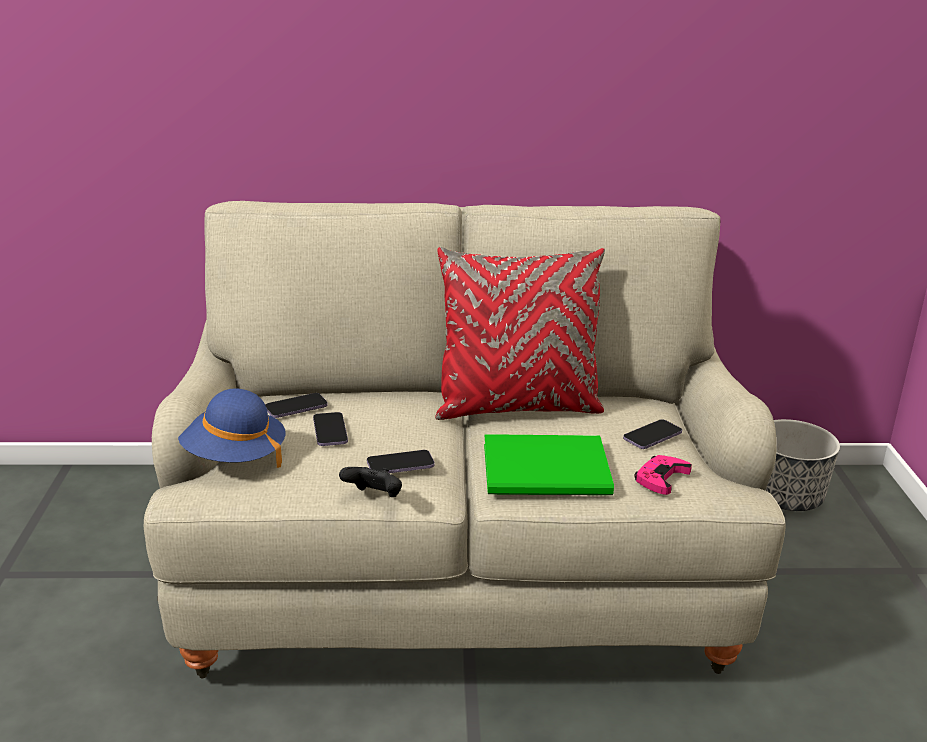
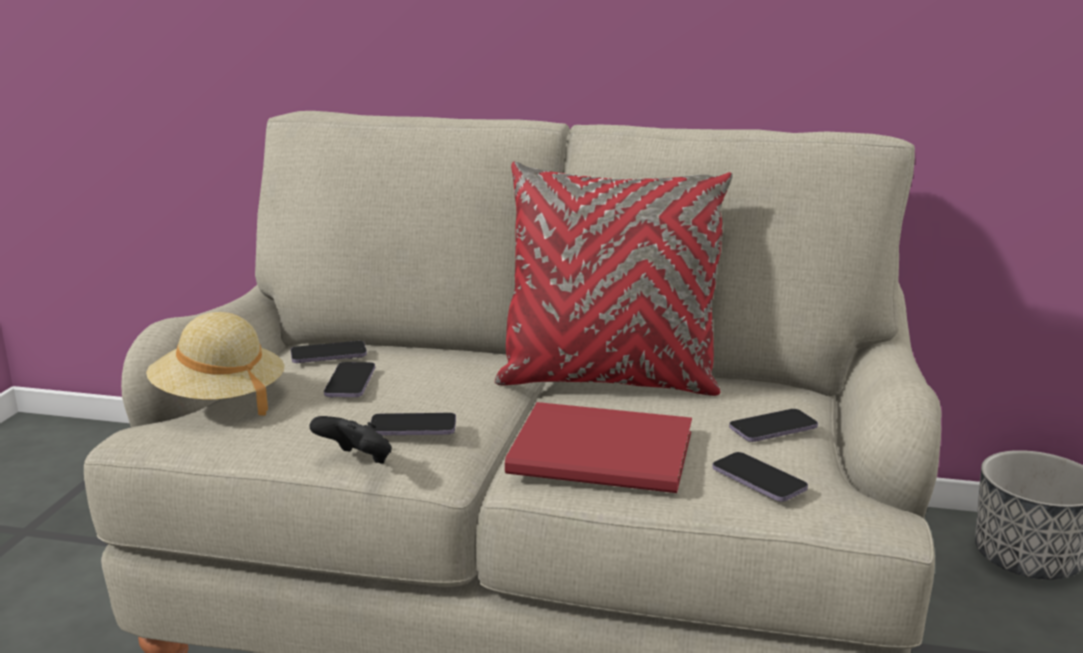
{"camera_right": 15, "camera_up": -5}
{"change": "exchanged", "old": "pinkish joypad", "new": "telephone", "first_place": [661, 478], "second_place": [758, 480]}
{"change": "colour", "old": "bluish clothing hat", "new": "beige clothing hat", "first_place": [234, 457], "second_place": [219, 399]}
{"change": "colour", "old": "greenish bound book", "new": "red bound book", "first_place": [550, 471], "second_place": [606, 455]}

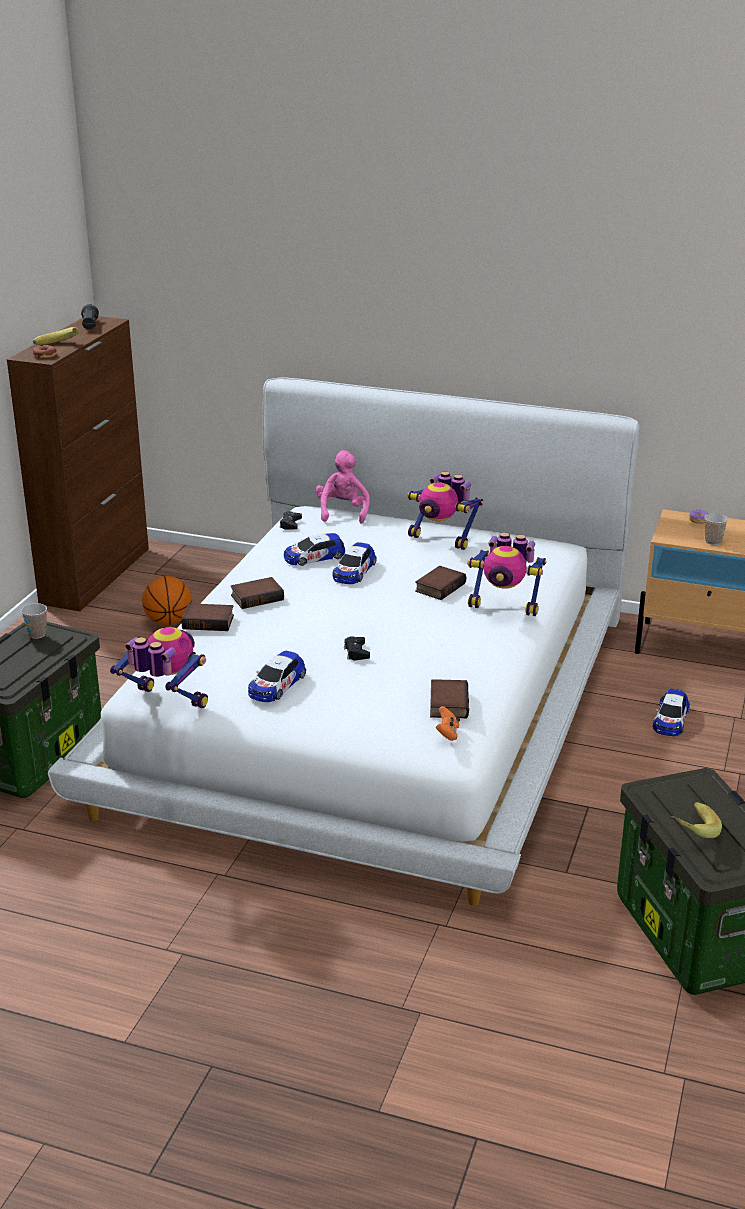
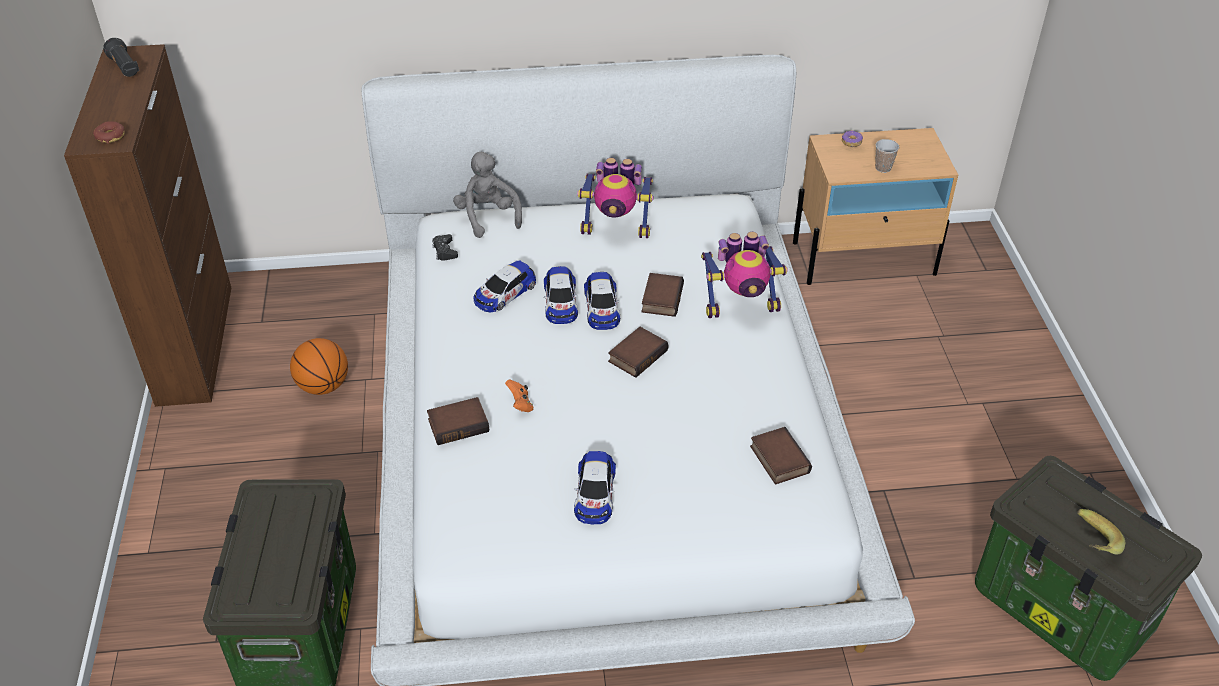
{"camera_right": -25, "camera_up": 15}
{"change": "missing", "old": "cup", "first_place": [37, 634]}
{"change": "missing", "old": "whole banana", "first_place": [59, 346]}
{"change": "missing", "old": "toy robot", "first_place": [166, 703]}
{"change": "missing", "old": "blackish joypad", "first_place": [356, 652]}
{"change": "relocated", "old": "bound book", "first_place": [257, 597], "second_place": [637, 355]}
{"change": "relocated", "old": "orange-coloured joypad", "first_place": [447, 733], "second_place": [520, 404]}
{"change": "relocated", "old": "model car", "first_place": [670, 719], "second_place": [602, 307]}
{"change": "colour", "old": "pinkish plush toy", "new": "greyish plush toy", "first_place": [343, 512], "second_place": [487, 217]}

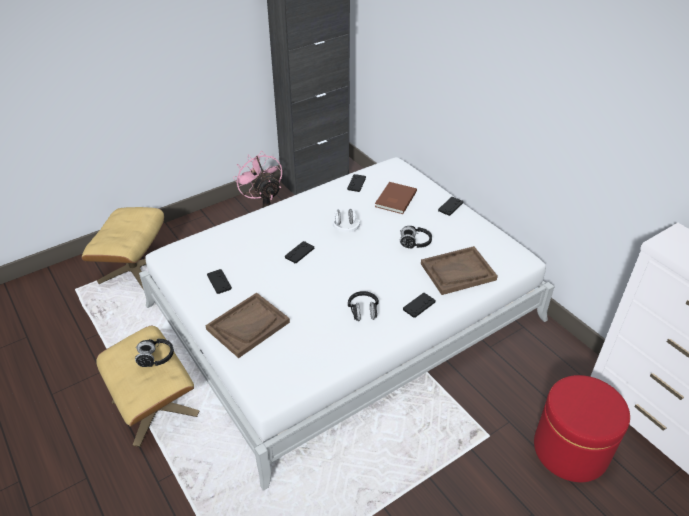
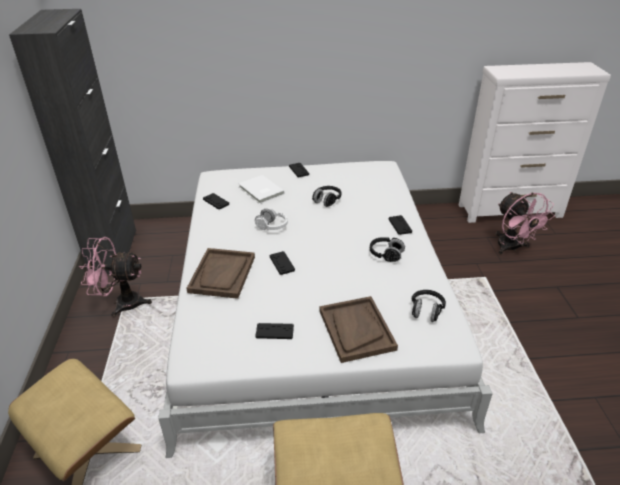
{"camera_right": -60, "camera_up": -5}
{"change": "relocated", "old": "blackish headset", "first_place": [156, 358], "second_place": [426, 311]}
{"change": "relocated", "old": "brownish serving tray", "first_place": [458, 272], "second_place": [222, 274]}
{"change": "exchanged", "old": "red footrest", "new": "pinkish fan", "first_place": [570, 450], "second_place": [512, 248]}
{"change": "colour", "old": "brownish bound book", "new": "whitish bound book", "first_place": [394, 199], "second_place": [260, 191]}

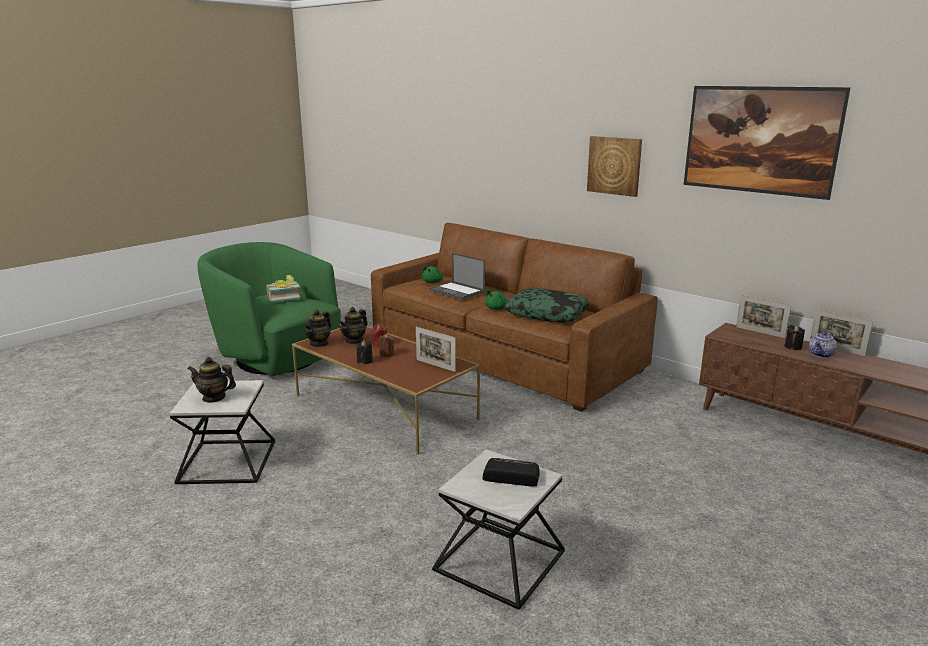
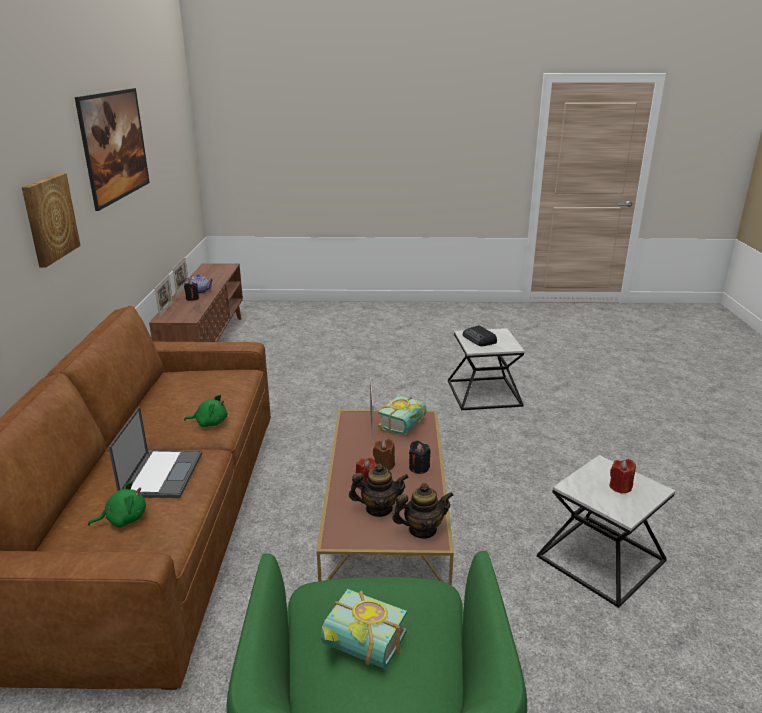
{"camera_right": -130, "camera_up": 5}
{"change": "missing", "old": "cushion", "first_place": [547, 314]}
{"change": "appeared", "new": "bound book", "second_place": [406, 426]}
{"change": "exchanged", "old": "tea pot", "new": "red wax candle", "first_place": [214, 397], "second_place": [620, 487]}

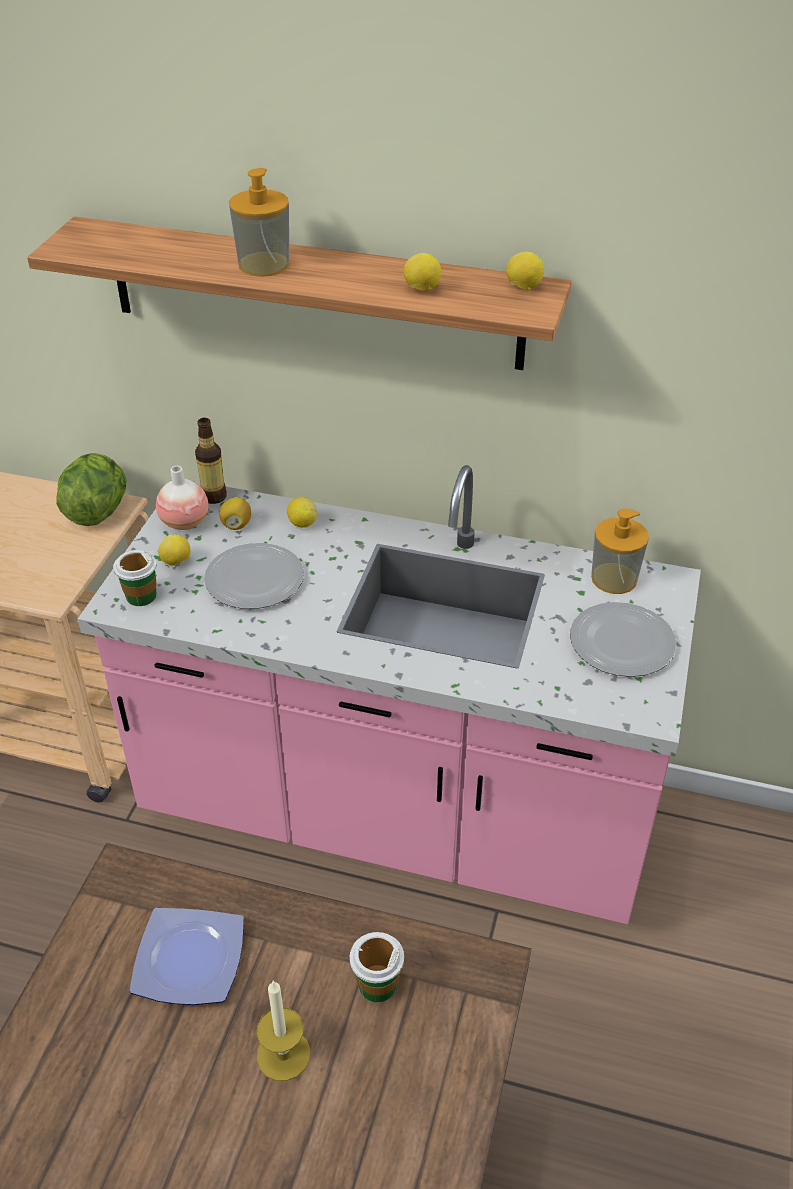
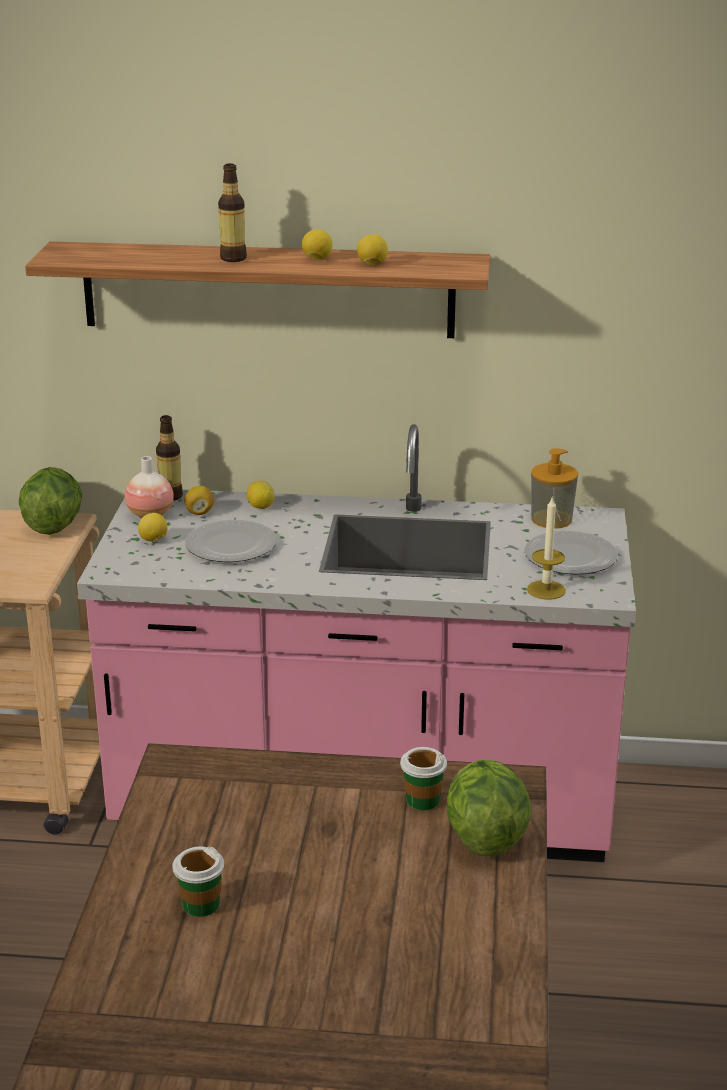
{"camera_right": -10, "camera_up": -15}
{"change": "missing", "old": "plate", "first_place": [191, 962]}
{"change": "appeared", "new": "lettuce", "second_place": [484, 836]}
{"change": "relocated", "old": "cup", "first_place": [141, 596], "second_place": [200, 904]}
{"change": "relocated", "old": "wax candle", "first_place": [283, 1054], "second_place": [546, 590]}
{"change": "relocated", "old": "lemon", "first_place": [523, 288], "second_place": [317, 259]}
{"change": "exchanged", "old": "soap dispenser", "new": "drink bottle", "first_place": [264, 264], "second_place": [233, 258]}

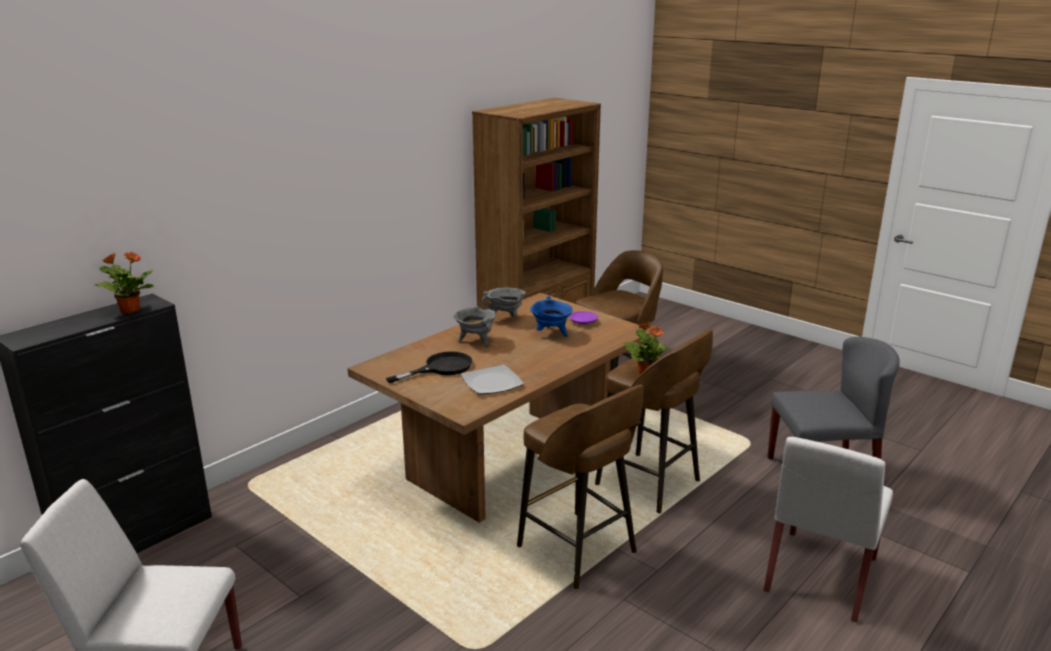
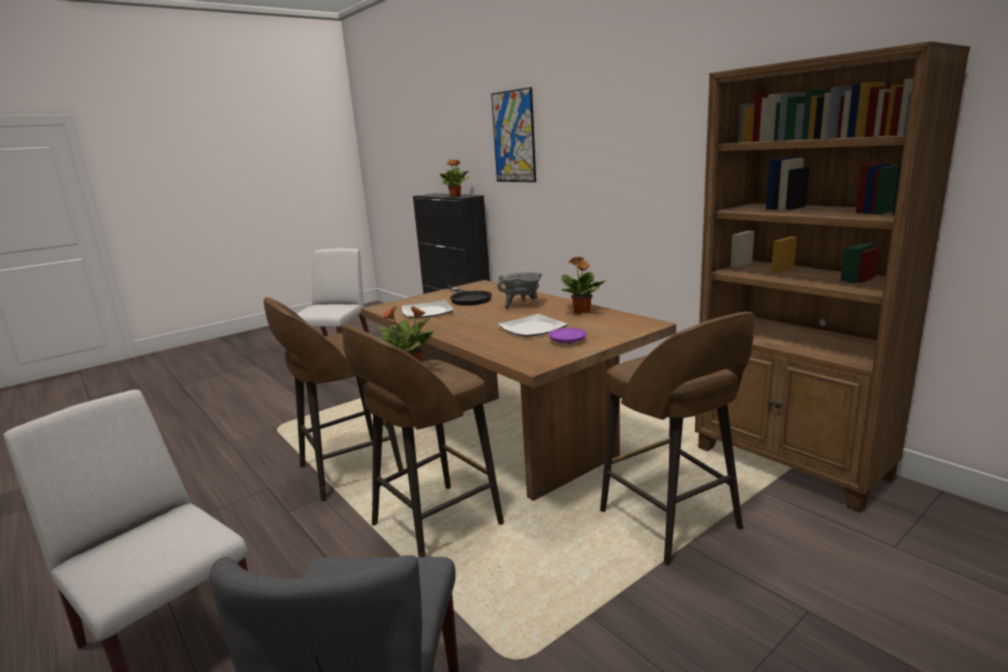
{"camera_right": 100, "camera_up": -5}
{"change": "appeared", "new": "wall art", "second_place": [514, 137]}
{"change": "exchanged", "old": "greyish saucepot", "new": "potted plant", "first_place": [505, 318], "second_place": [582, 312]}
{"change": "exchanged", "old": "bluish saucepot", "new": "plate", "first_place": [551, 334], "second_place": [532, 328]}

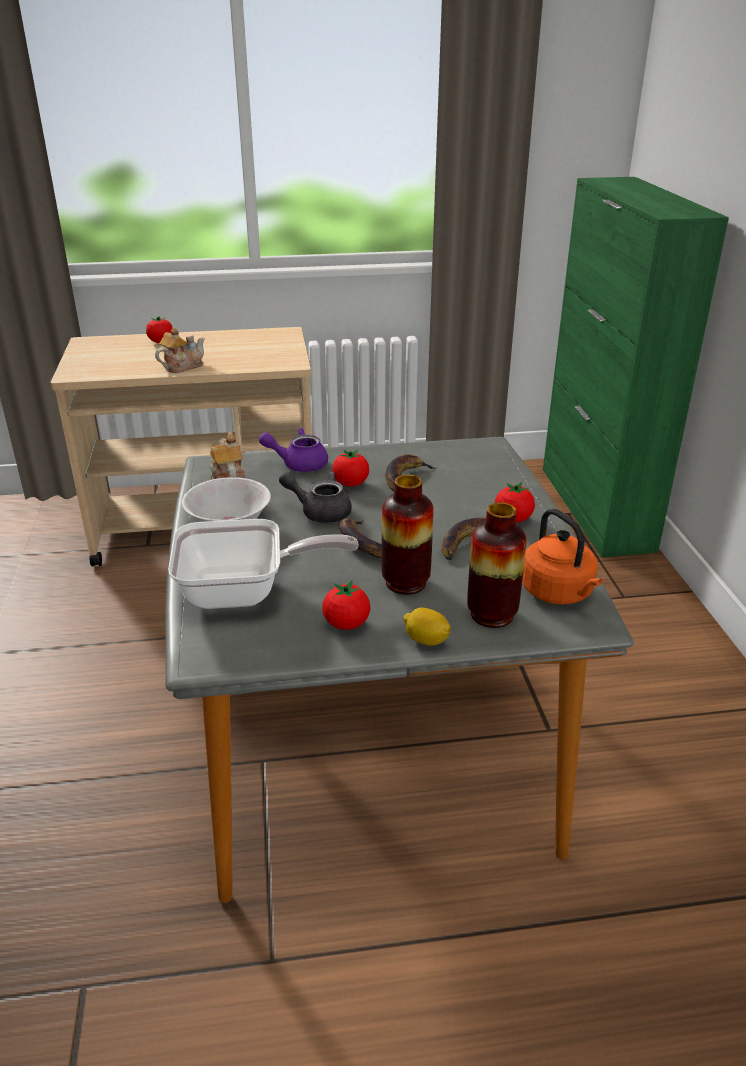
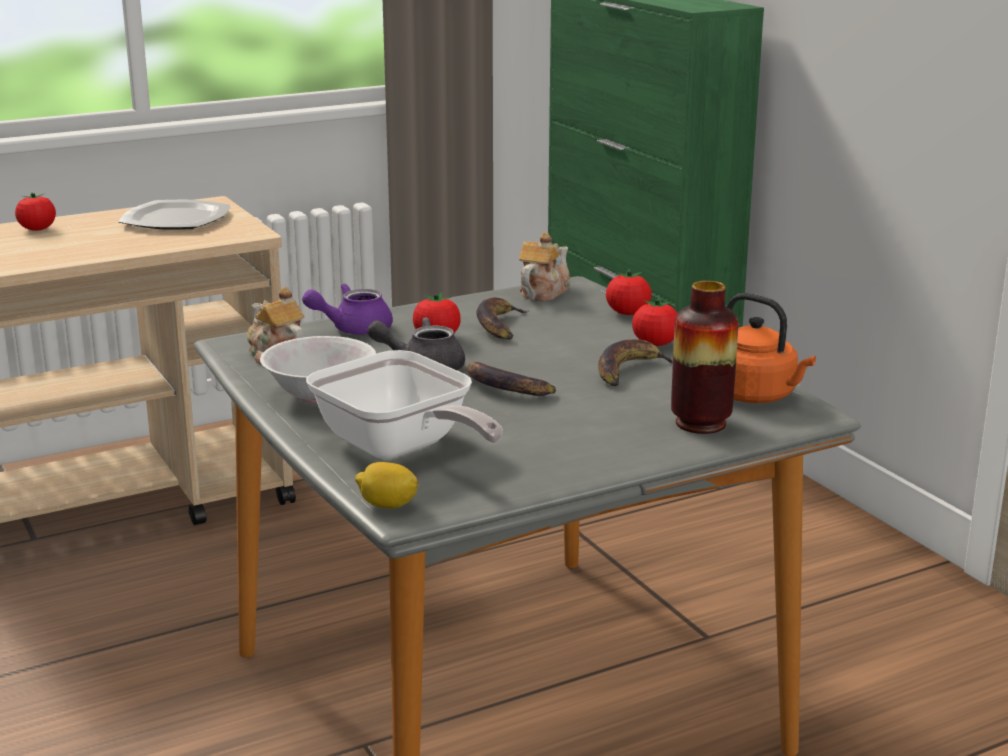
{"camera_right": -20, "camera_up": -10}
{"change": "missing", "old": "vase", "first_place": [405, 582]}
{"change": "appeared", "new": "plate", "second_place": [175, 220]}
{"change": "relocated", "old": "tea pot", "first_place": [182, 366], "second_place": [543, 292]}
{"change": "relocated", "old": "whole tomato", "first_place": [346, 624], "second_place": [628, 313]}
{"change": "relocated", "old": "lemon", "first_place": [426, 640], "second_place": [387, 505]}
{"change": "spun", "old": "frying pan", "first_place": [245, 592], "second_place": [400, 448], "degrees": 75}

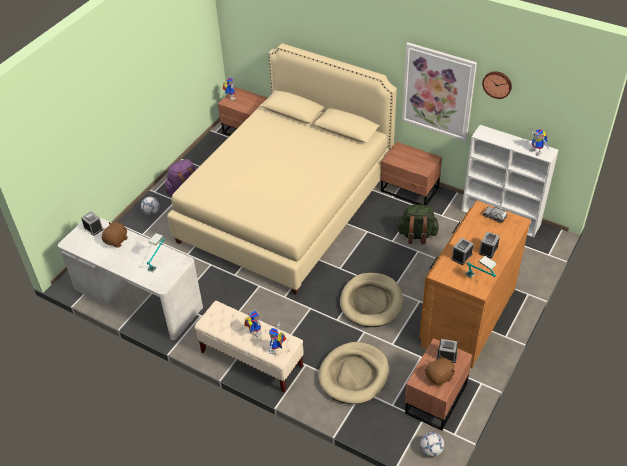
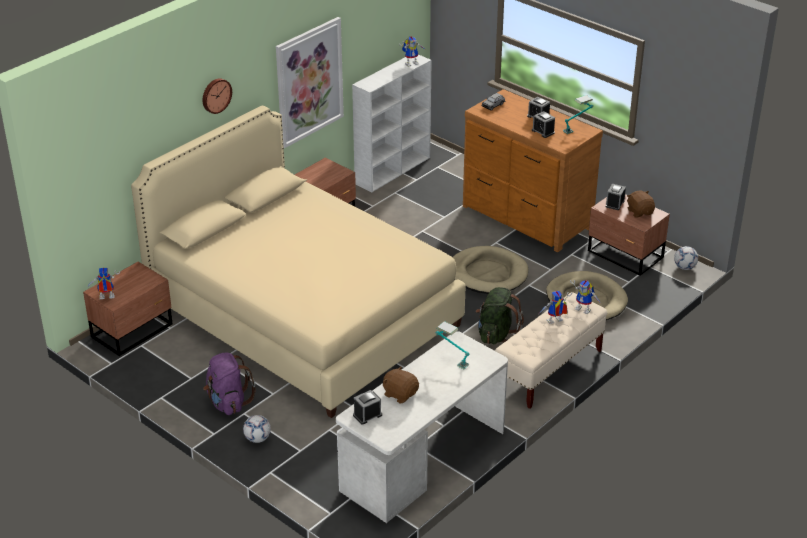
{"camera_right": -80, "camera_up": -10}
{"change": "relocated", "old": "greenish knapsack", "first_place": [417, 235], "second_place": [496, 334]}
{"change": "relocated", "old": "hanging clock", "first_place": [497, 84], "second_place": [216, 95]}

